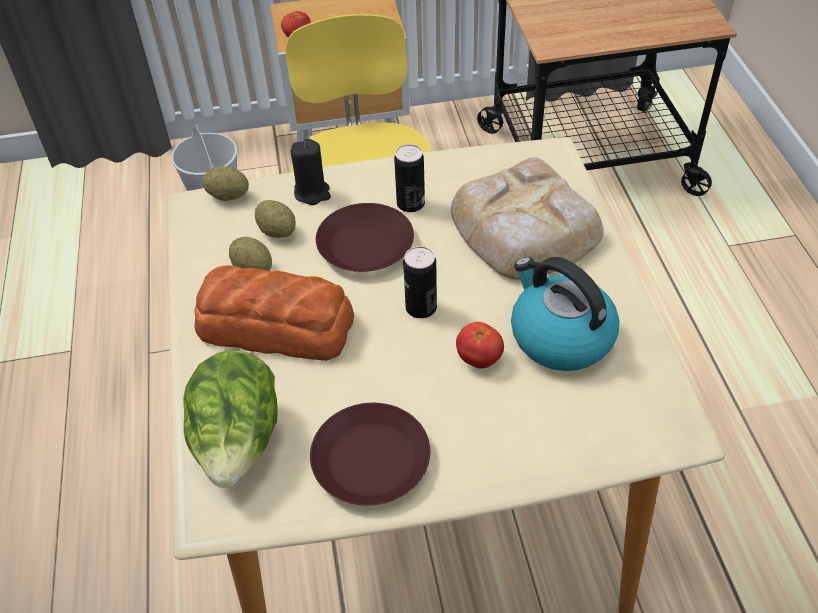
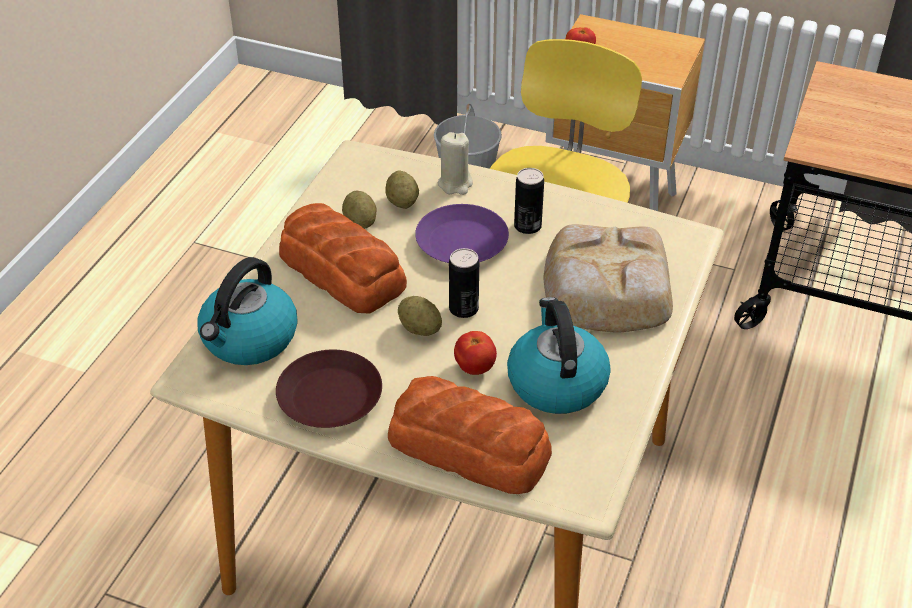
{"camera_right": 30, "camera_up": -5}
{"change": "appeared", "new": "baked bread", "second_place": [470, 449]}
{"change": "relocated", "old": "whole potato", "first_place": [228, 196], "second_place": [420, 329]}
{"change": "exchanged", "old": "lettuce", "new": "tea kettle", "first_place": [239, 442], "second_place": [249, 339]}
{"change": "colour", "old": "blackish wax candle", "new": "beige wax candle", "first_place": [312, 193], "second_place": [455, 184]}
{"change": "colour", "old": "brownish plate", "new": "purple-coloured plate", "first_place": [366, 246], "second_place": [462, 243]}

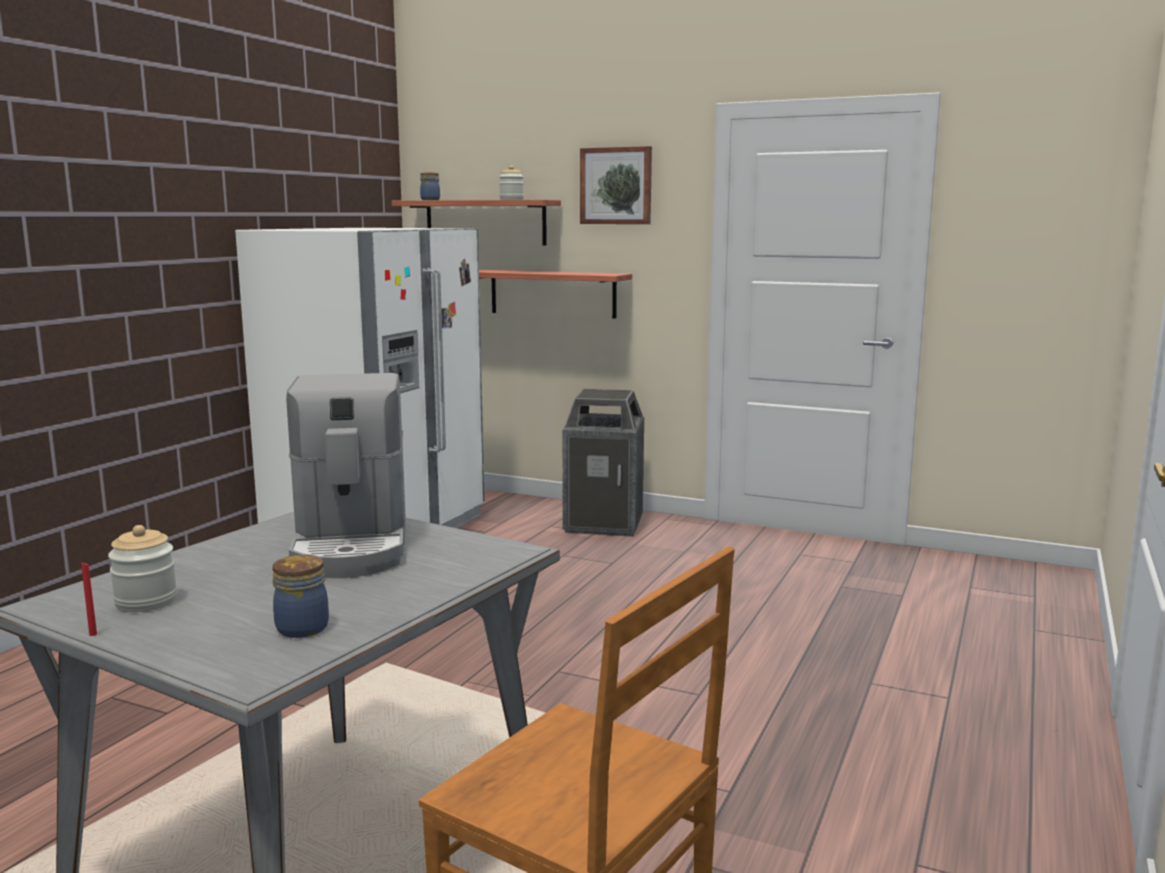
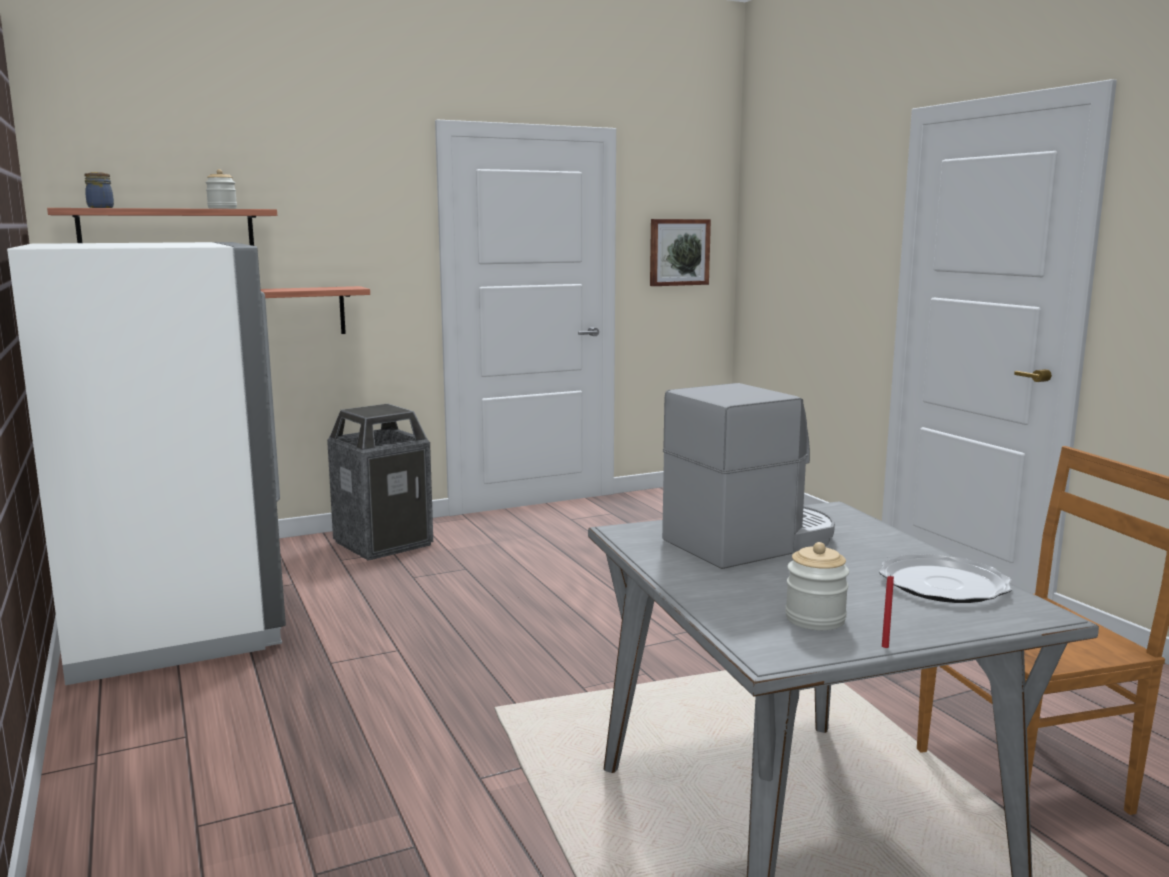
{"camera_right": -50, "camera_up": 0}
{"change": "relocated", "old": "wall art", "first_place": [616, 186], "second_place": [678, 252]}
{"change": "exchanged", "old": "preserve jar", "new": "plate", "first_place": [304, 627], "second_place": [942, 584]}
{"change": "spun", "old": "coffee brewer", "first_place": [352, 546], "second_place": [752, 541], "degrees": -60}

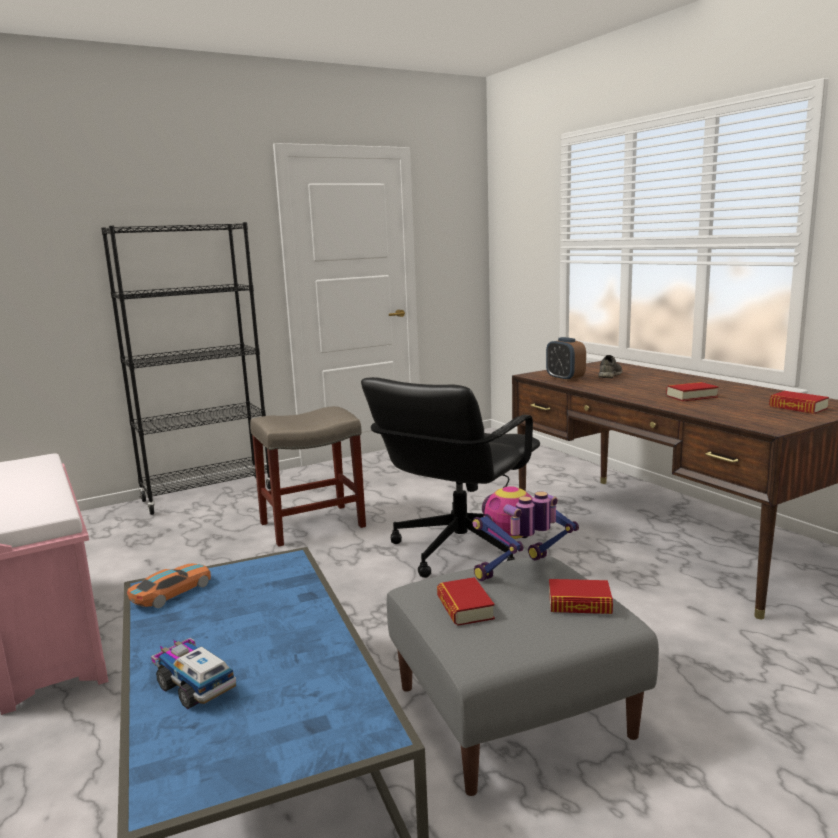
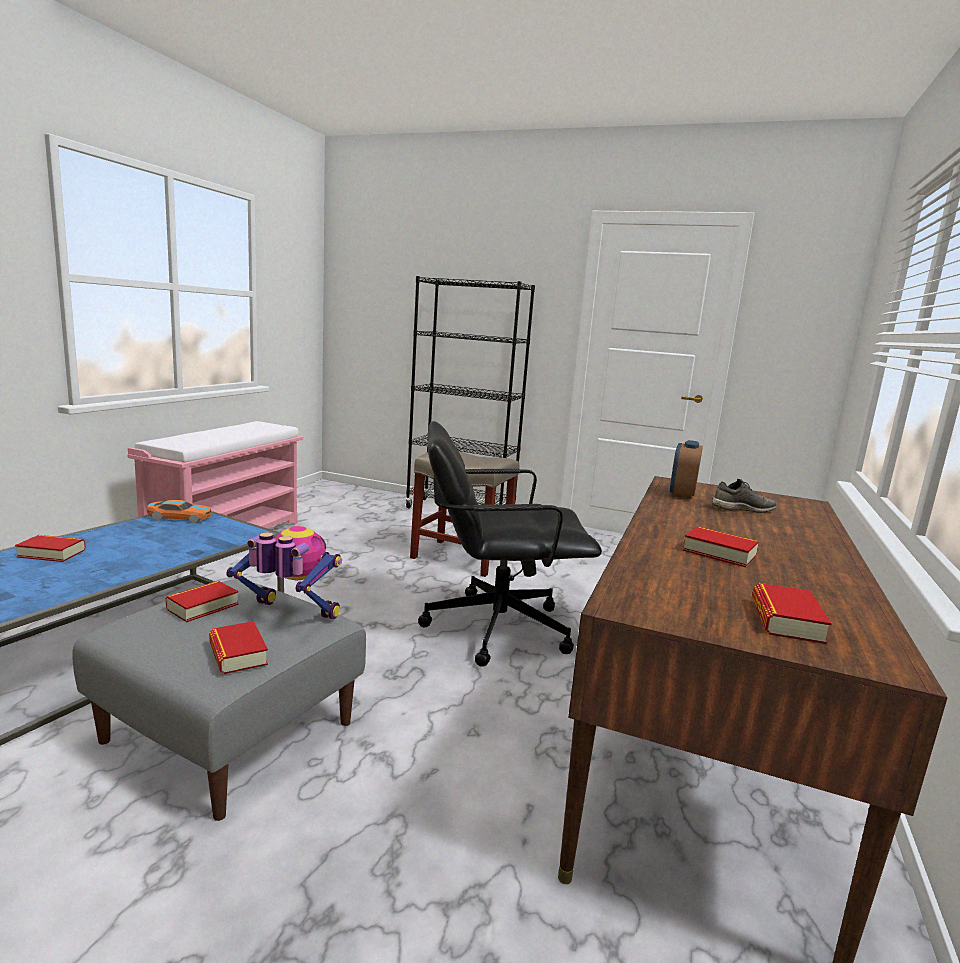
{"camera_right": 50, "camera_up": 0}
{"change": "exchanged", "old": "toy truck", "new": "bound book", "first_place": [194, 686], "second_place": [51, 553]}

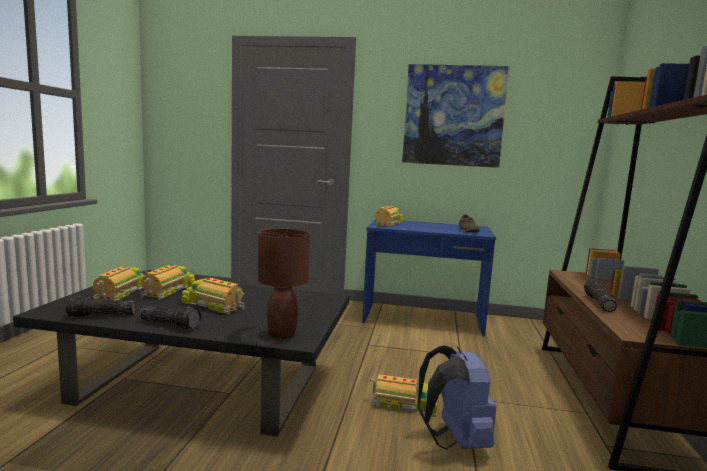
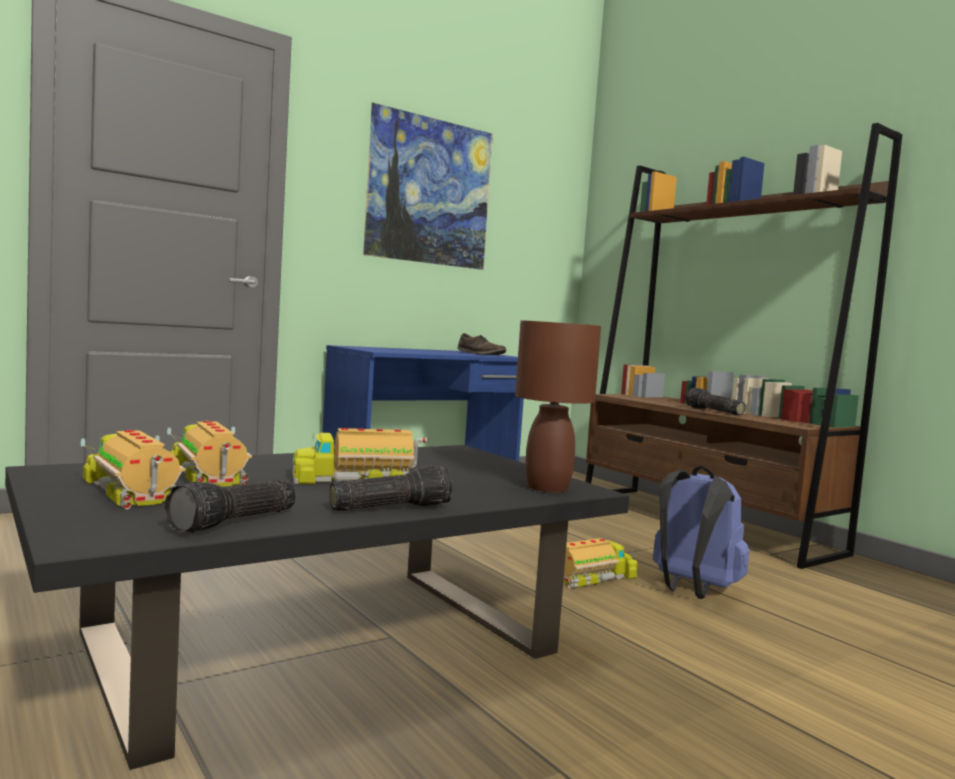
{"camera_right": -45, "camera_up": -5}
{"change": "missing", "old": "toy truck", "first_place": [388, 224]}

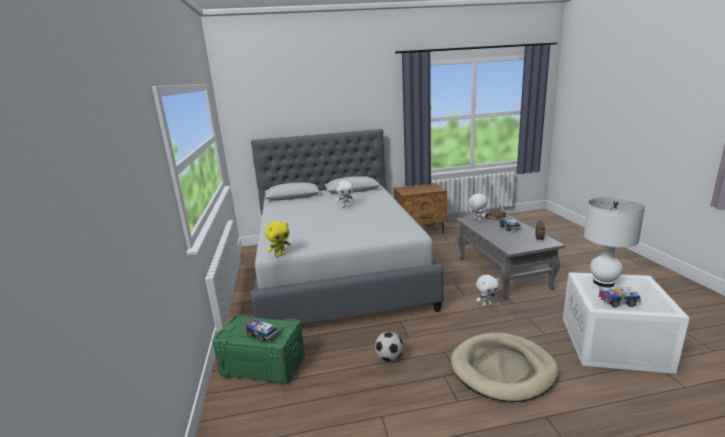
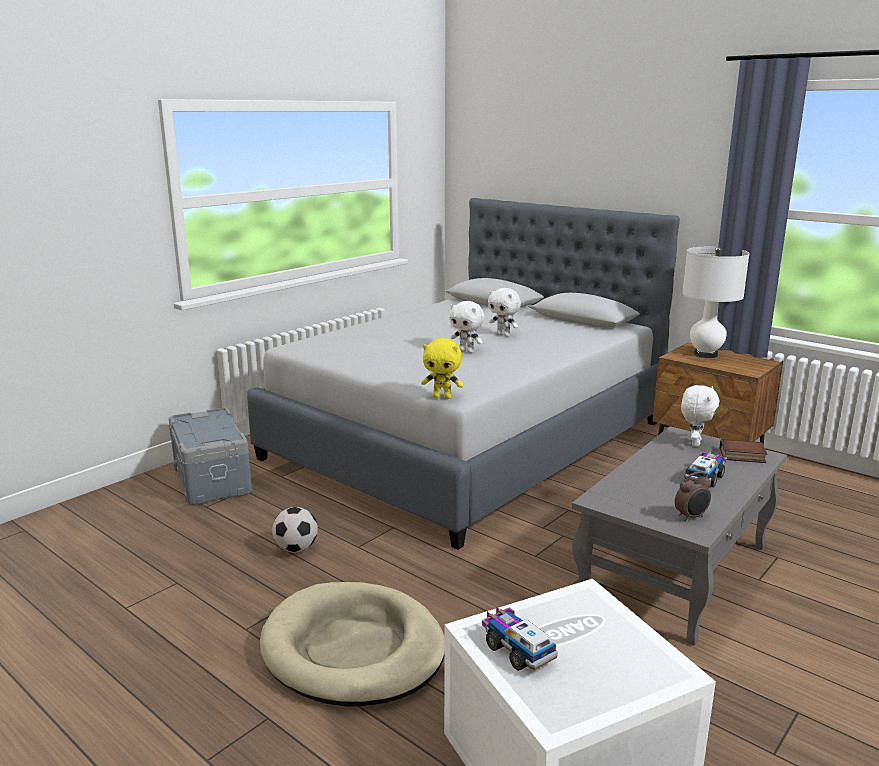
{"camera_right": 50, "camera_up": 0}
{"change": "missing", "old": "toy truck", "first_place": [261, 335]}
{"change": "relocated", "old": "yellow plush toy", "first_place": [280, 255], "second_place": [442, 397]}
{"change": "relocated", "old": "whitish plush toy", "first_place": [486, 304], "second_place": [466, 351]}
{"change": "relocated", "old": "whitish lamp for a table", "first_place": [603, 282], "second_place": [705, 354]}
{"change": "colour", "old": "greenish storage bin", "new": "greyish storage bin", "first_place": [263, 366], "second_place": [211, 480]}

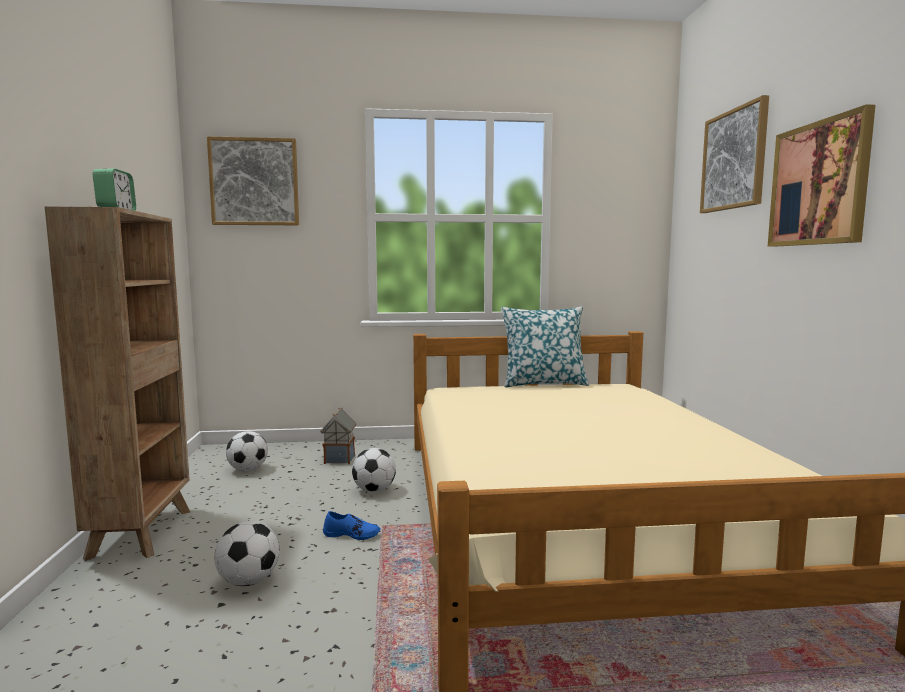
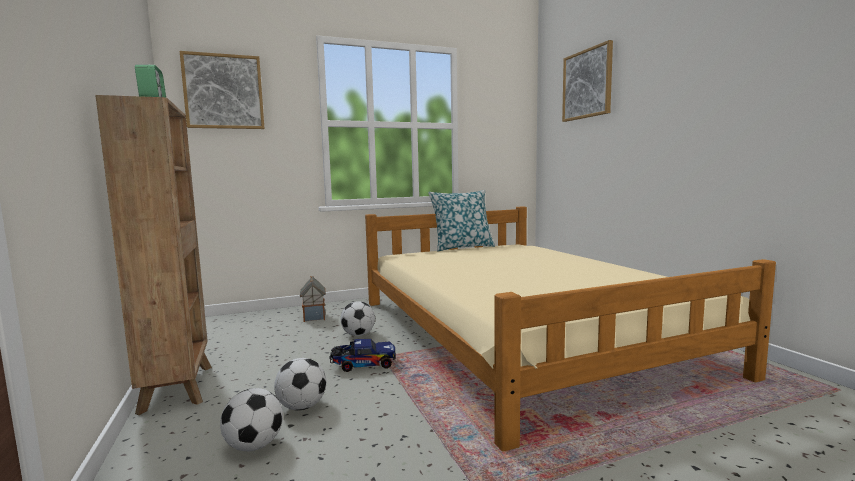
{"camera_right": -15, "camera_up": 0}
{"change": "missing", "old": "wall art", "first_place": [819, 184]}
{"change": "relocated", "old": "football ball", "first_place": [248, 469], "second_place": [254, 445]}
{"change": "exchanged", "old": "bluish shoe", "new": "toy truck", "first_place": [352, 534], "second_place": [362, 365]}

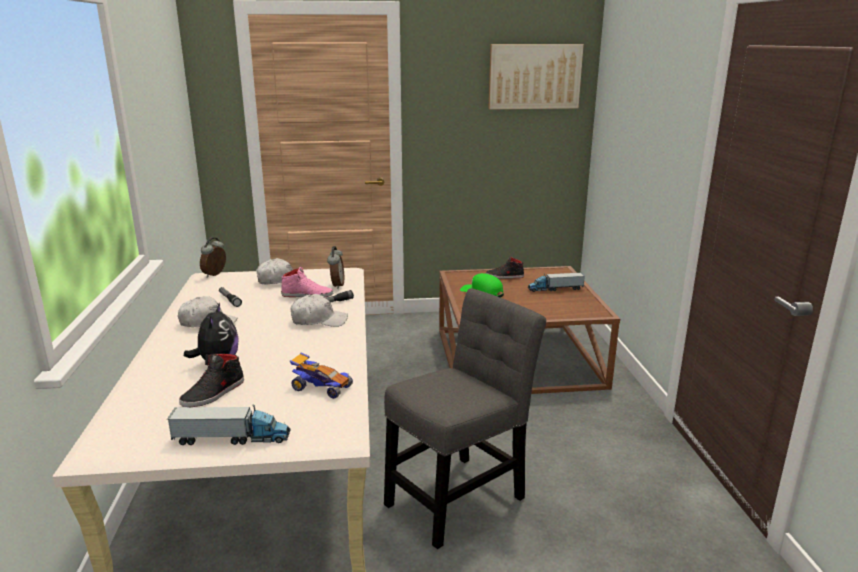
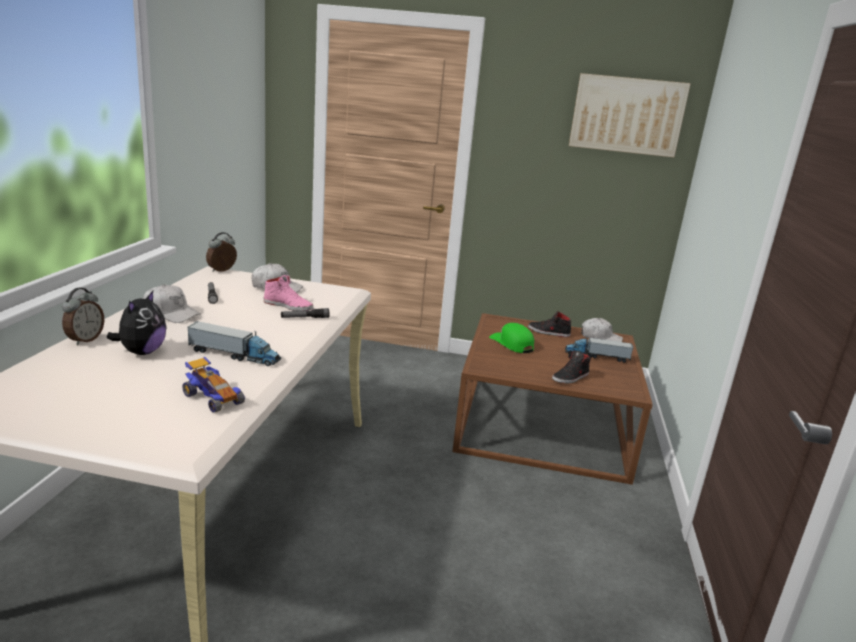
{"camera_right": 15, "camera_up": 0}
{"change": "missing", "old": "greyish plain chair", "first_place": [459, 496]}
{"change": "relocated", "old": "toy truck", "first_place": [232, 438], "second_place": [234, 355]}
{"change": "relocated", "old": "blackish shoe", "first_place": [214, 393], "second_place": [571, 378]}
{"change": "relocated", "old": "whitish baseball cap", "first_place": [318, 320], "second_place": [600, 338]}
{"change": "relocated", "old": "bedside clock", "first_place": [336, 285], "second_place": [84, 340]}

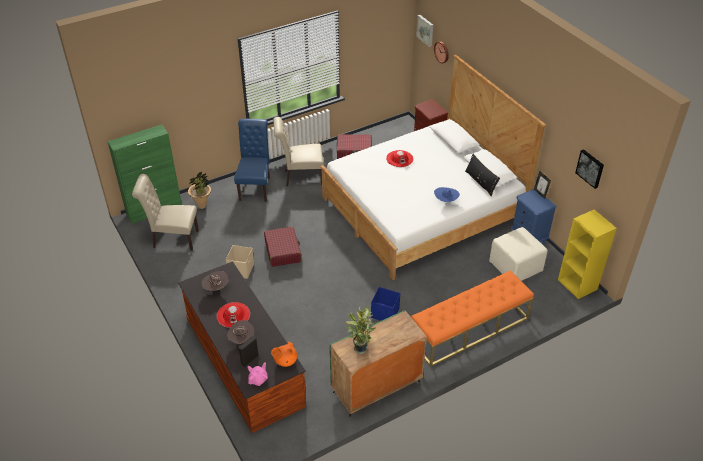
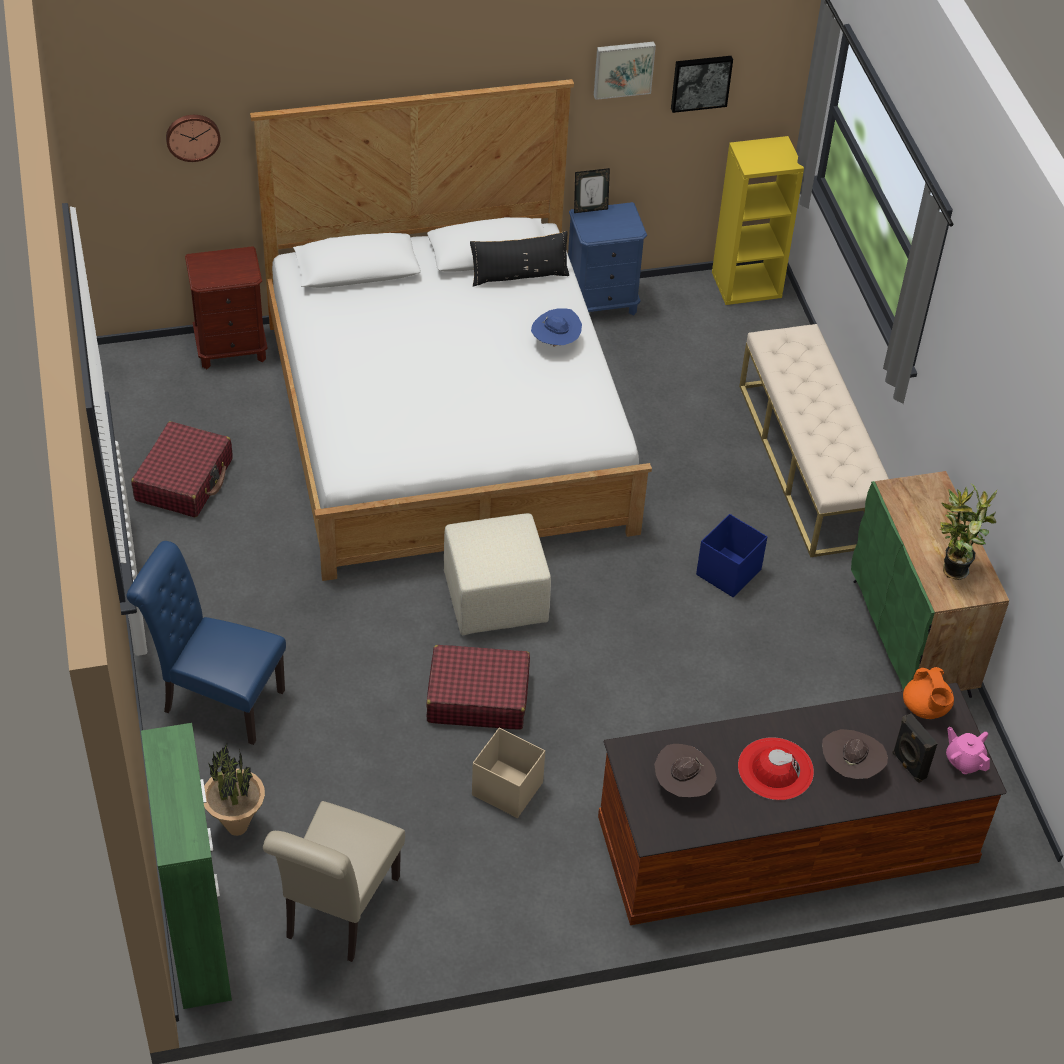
{"camera_right": -75, "camera_up": 5}
{"change": "missing", "old": "beige plain chair", "first_place": [300, 177]}
{"change": "missing", "old": "red clothing hat", "first_place": [399, 158]}
{"change": "relocated", "old": "wall art", "first_place": [425, 30], "second_place": [623, 68]}
{"change": "relocated", "old": "beige footrest", "first_place": [516, 267], "second_place": [496, 598]}
{"change": "colour", "old": "orange-coloured indoor bench", "new": "beige indoor bench", "first_place": [469, 329], "second_place": [809, 463]}

